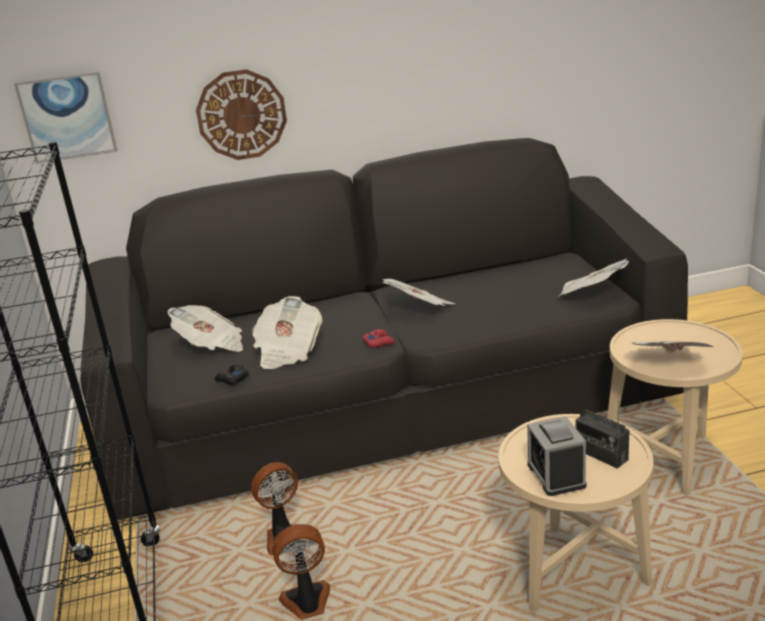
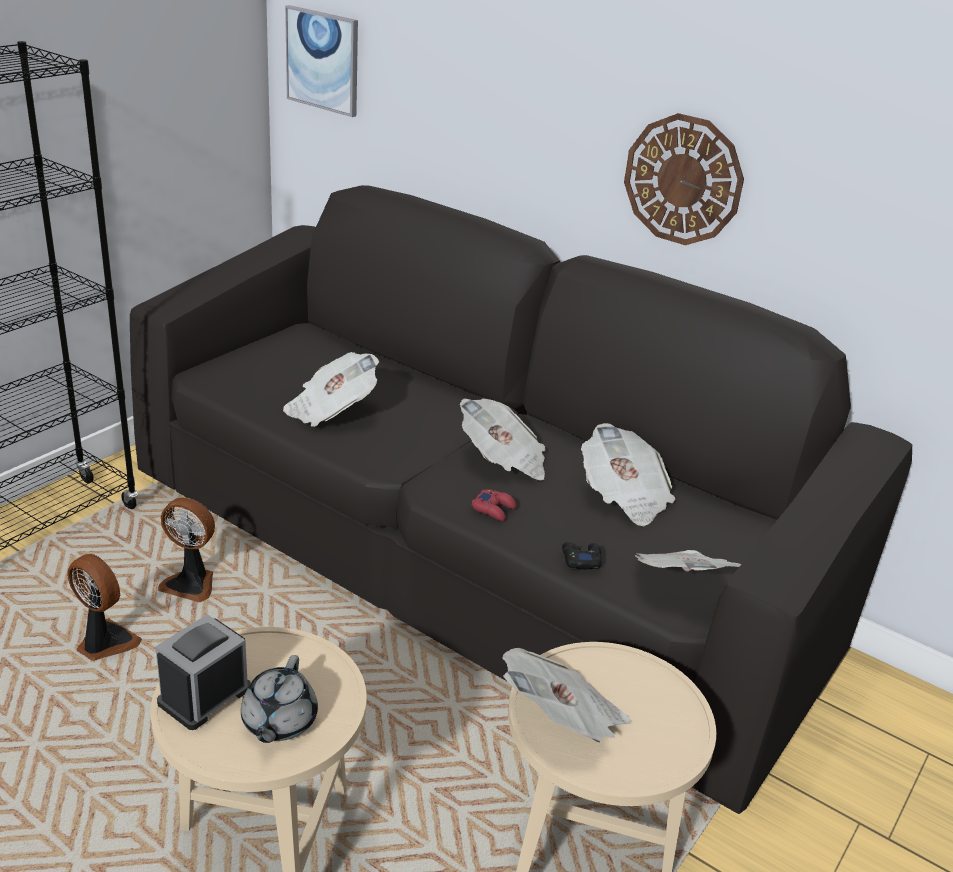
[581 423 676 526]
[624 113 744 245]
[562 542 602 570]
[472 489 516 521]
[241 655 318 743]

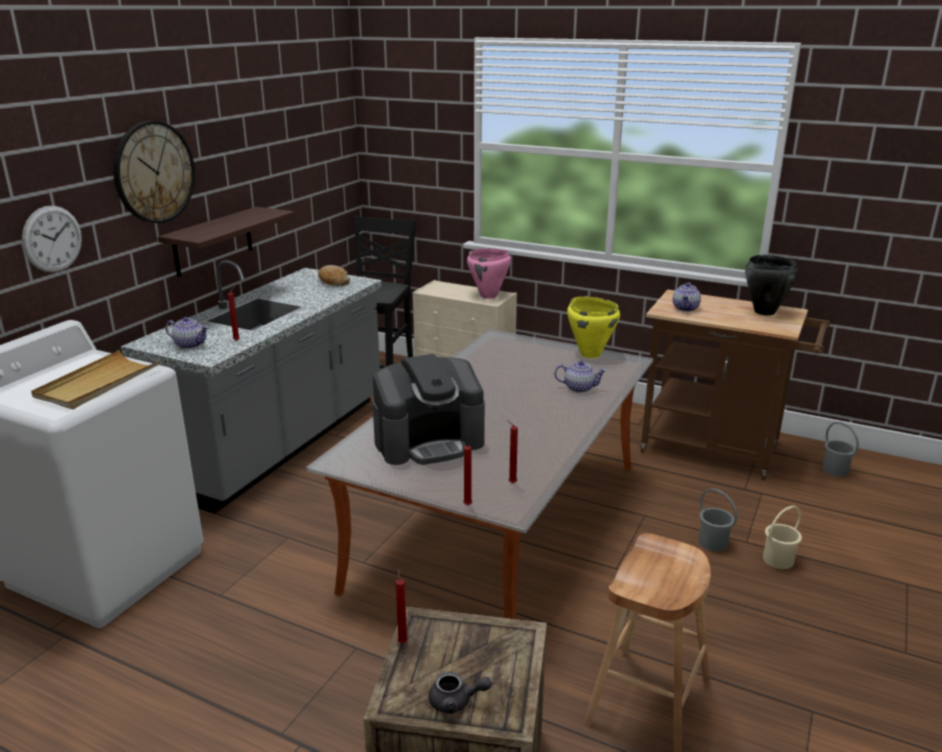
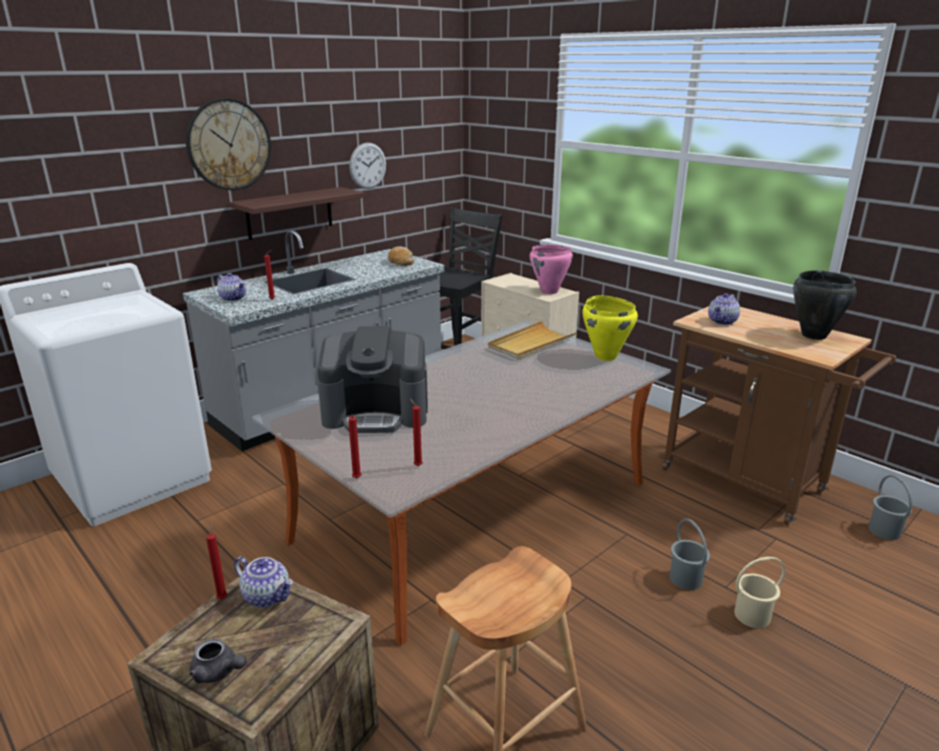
[349 143 386 189]
[488 321 576 360]
[234 556 293 607]

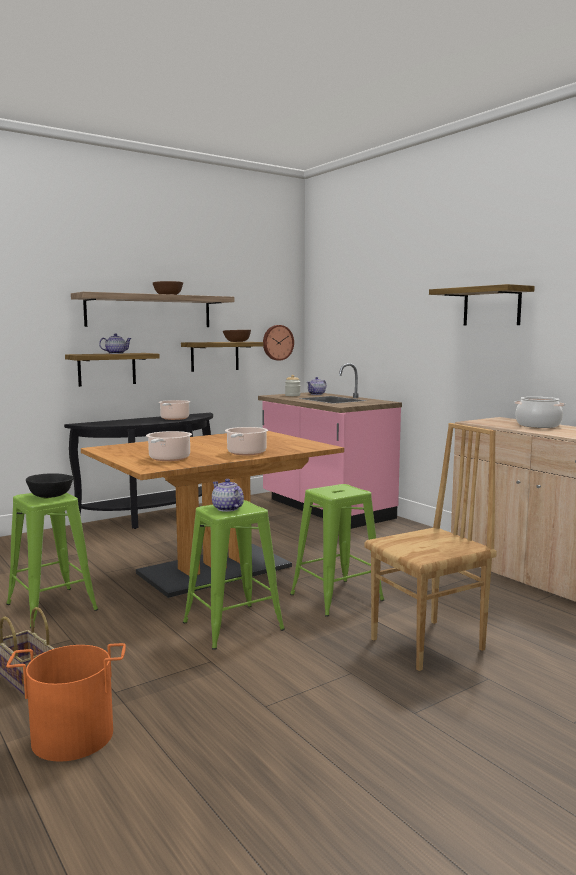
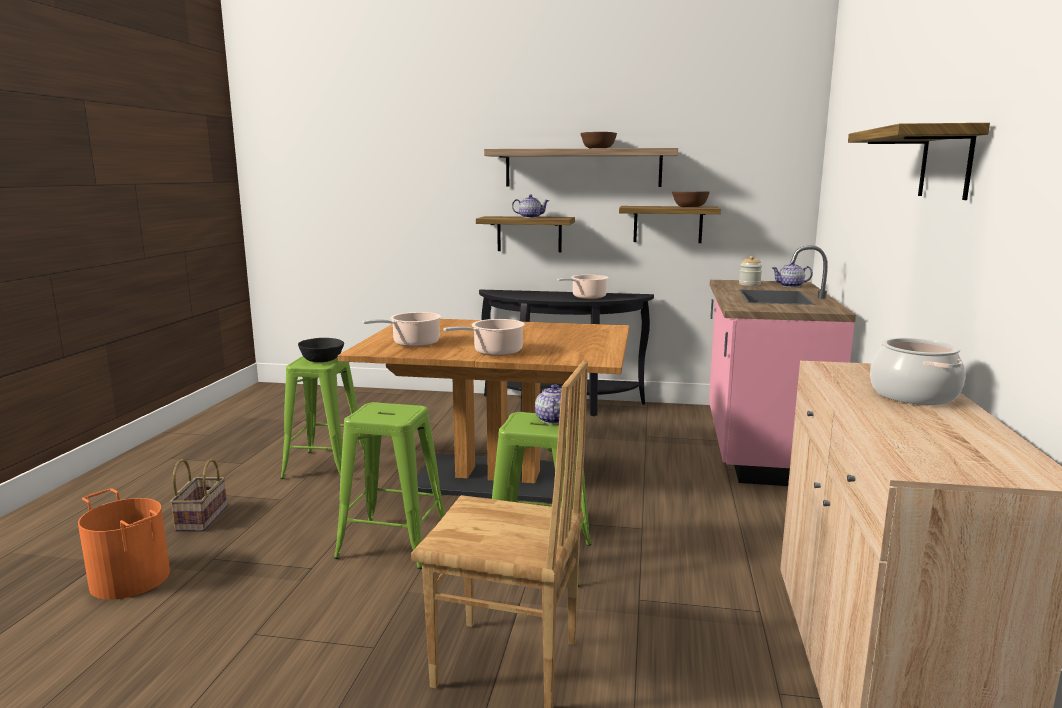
[263 325 294 361] (first image)
[535 384 568 424]

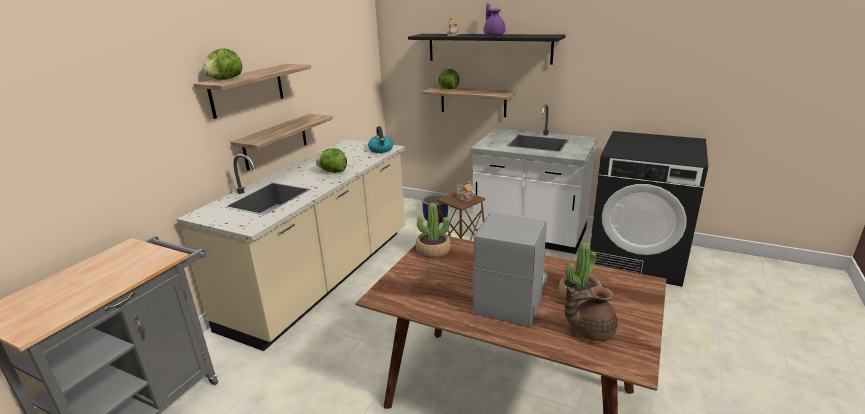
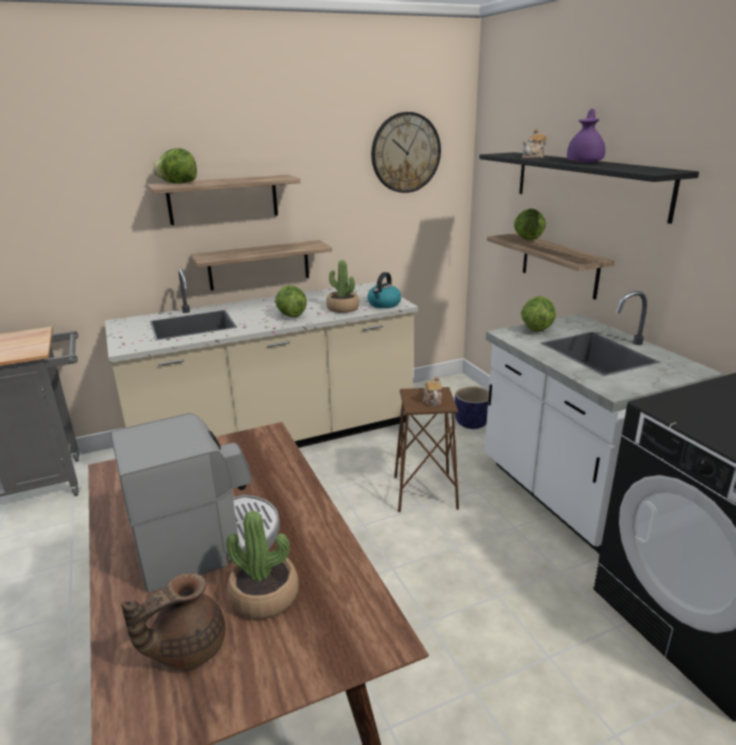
[371 112 441 193]
[521 296 556 332]
[326 260 359 313]
[121 573 225 670]

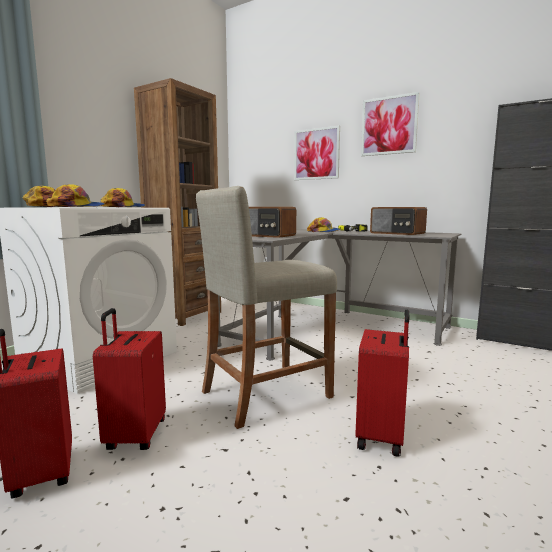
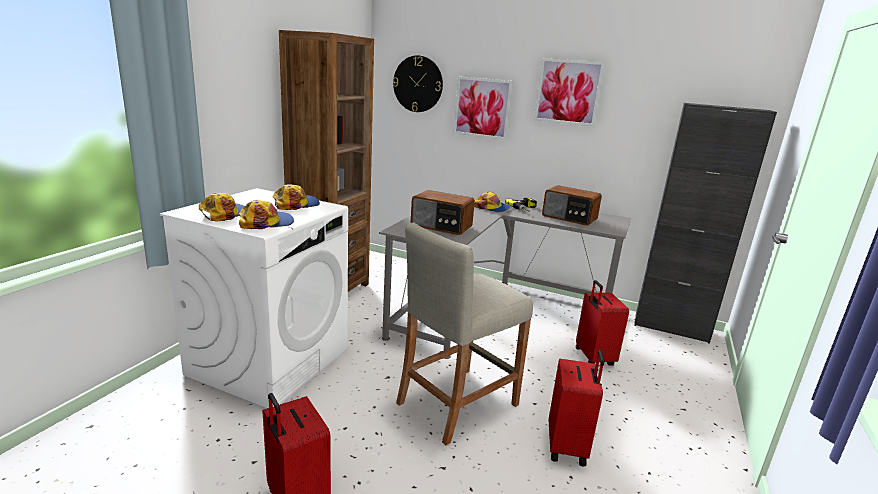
[393 55 443 112]
[576 280 629 366]

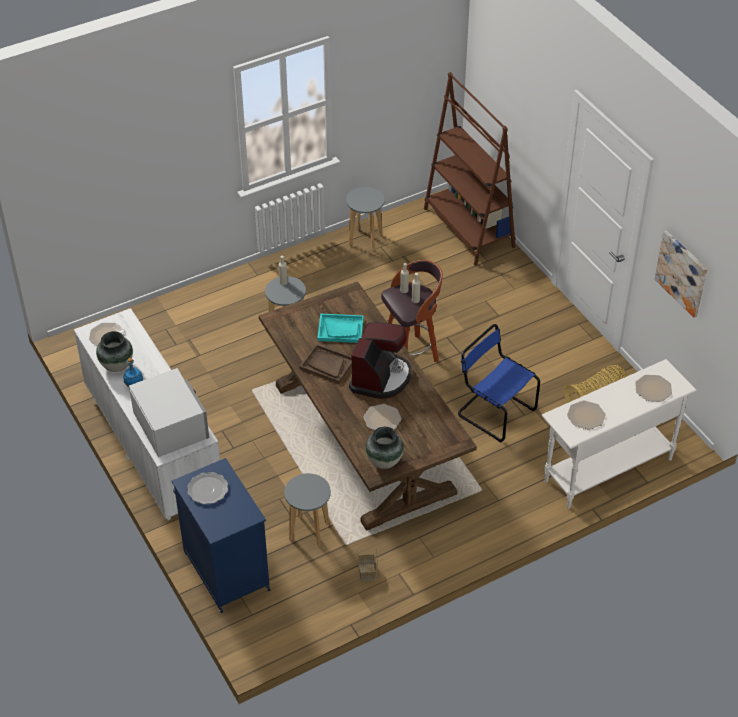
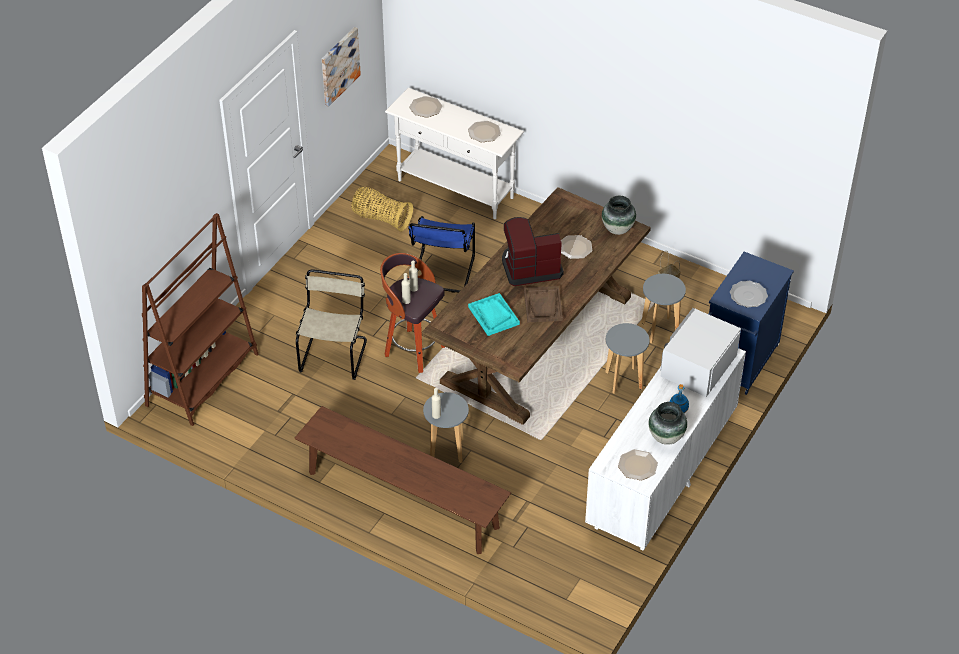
[295 406 511 554]
[296 269 367 380]
[605 323 650 394]

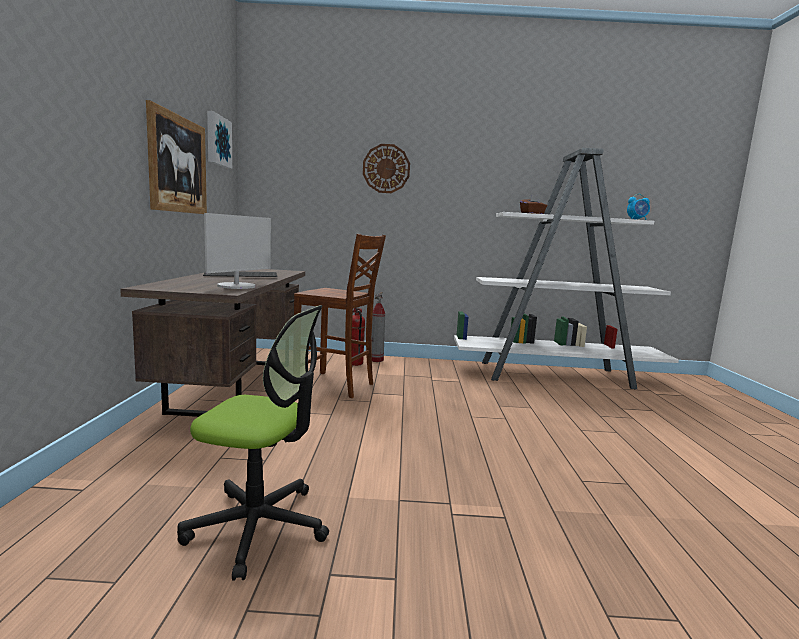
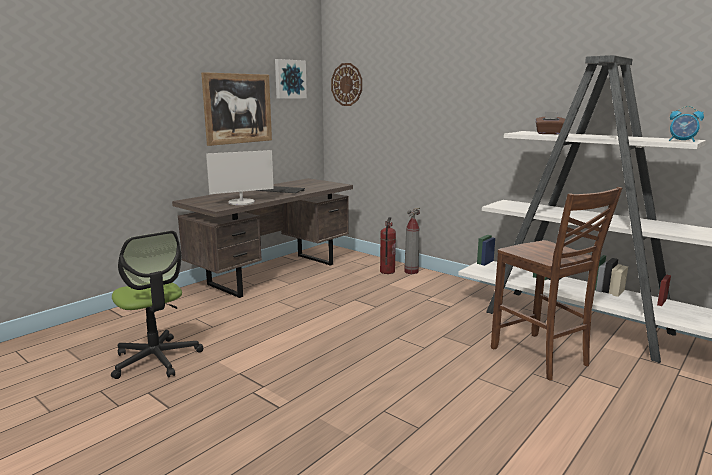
[491 187 622 380]
[331 63 362 106]

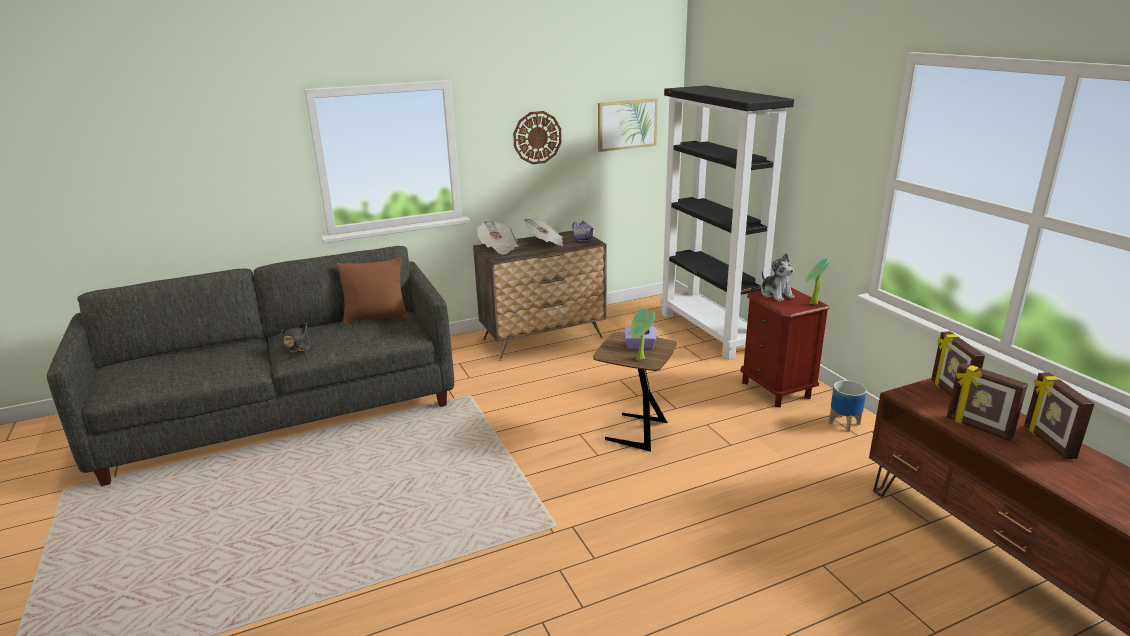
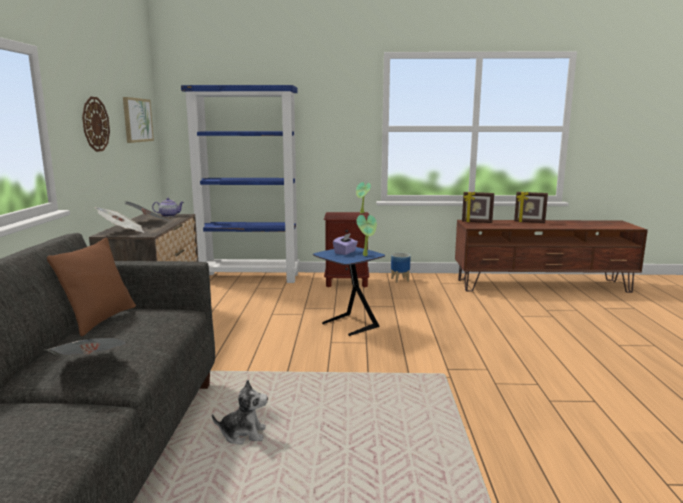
[947 363 1028 441] (first image)
[212 379 268 444]
[46 338 127 355]
[313 247 385 336]
[181 85 300 283]

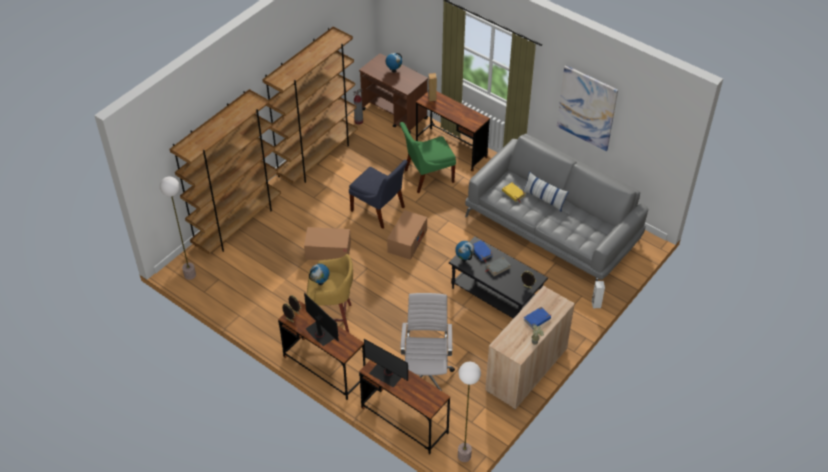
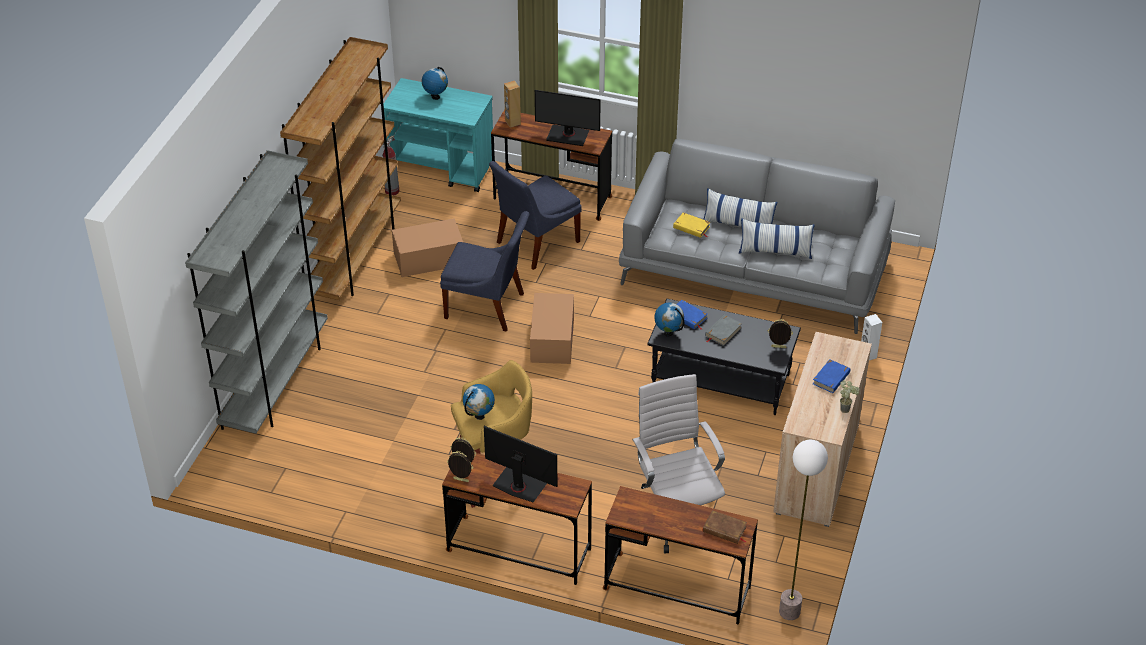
[160 177 196 280] (first image)
[557 65 618 151] (first image)
[703 510 747 544]
[739 218 815 259]
[392 218 463 277]
[535 90 601 146]
[185 150 328 434]
[383 78 493 192]
[489 161 582 270]

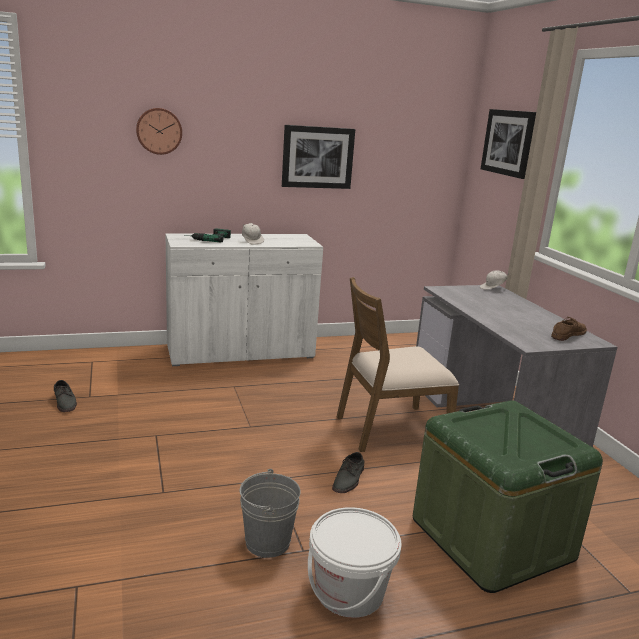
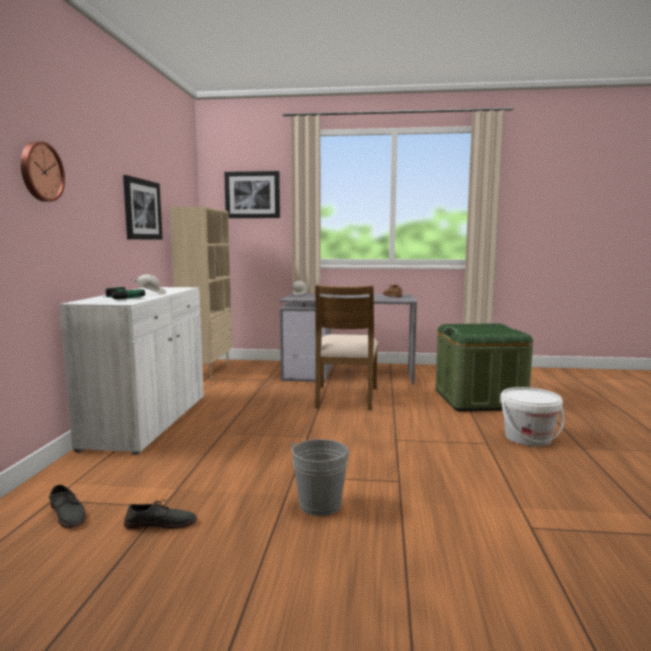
[170 207 233 380]
[289 439 350 516]
[49 485 86 528]

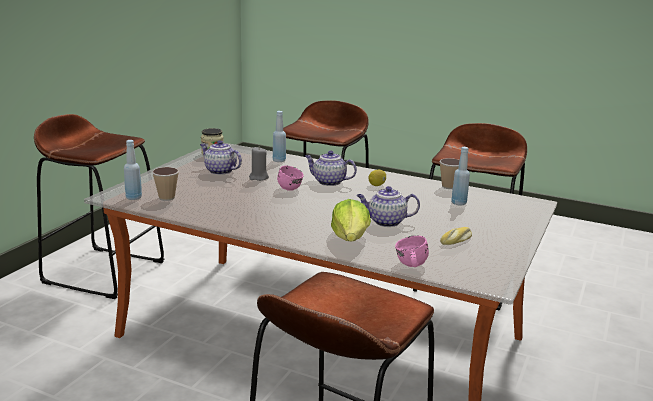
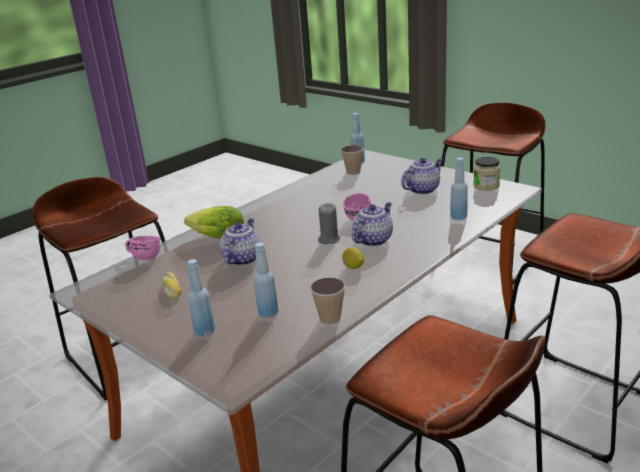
[187 259 215 337]
[318 203 340 244]

